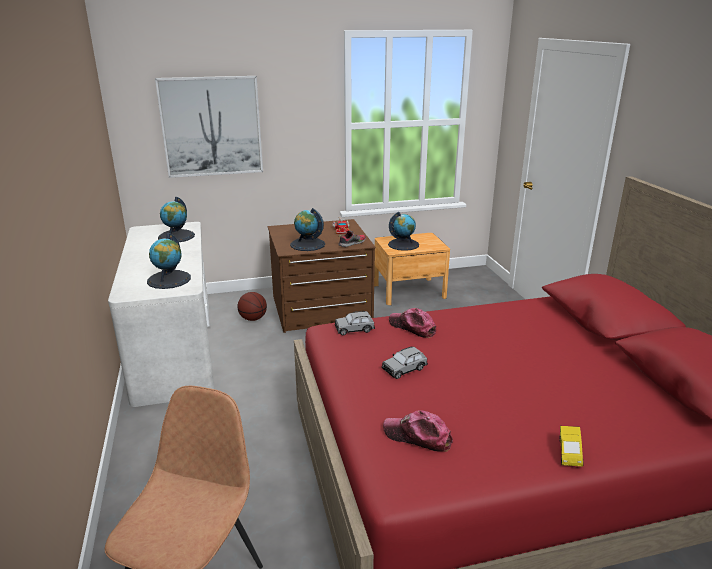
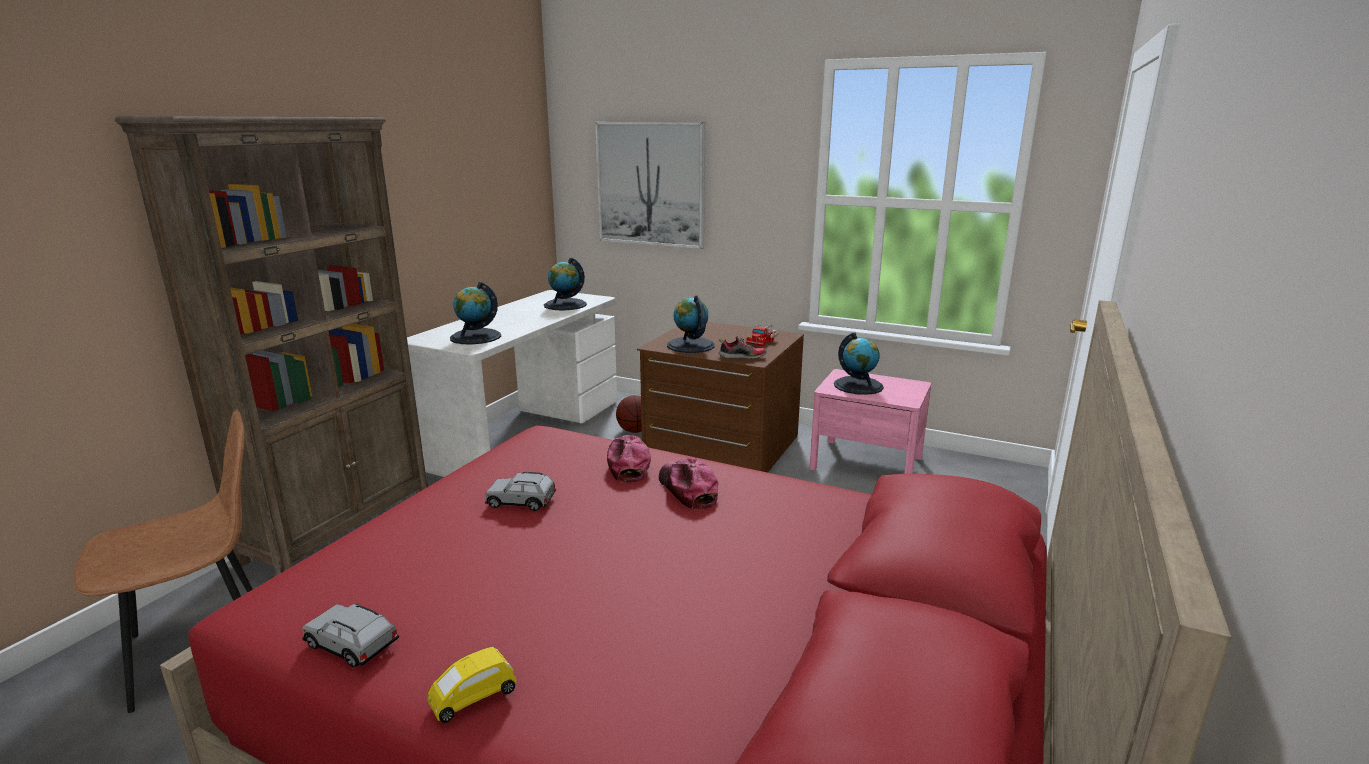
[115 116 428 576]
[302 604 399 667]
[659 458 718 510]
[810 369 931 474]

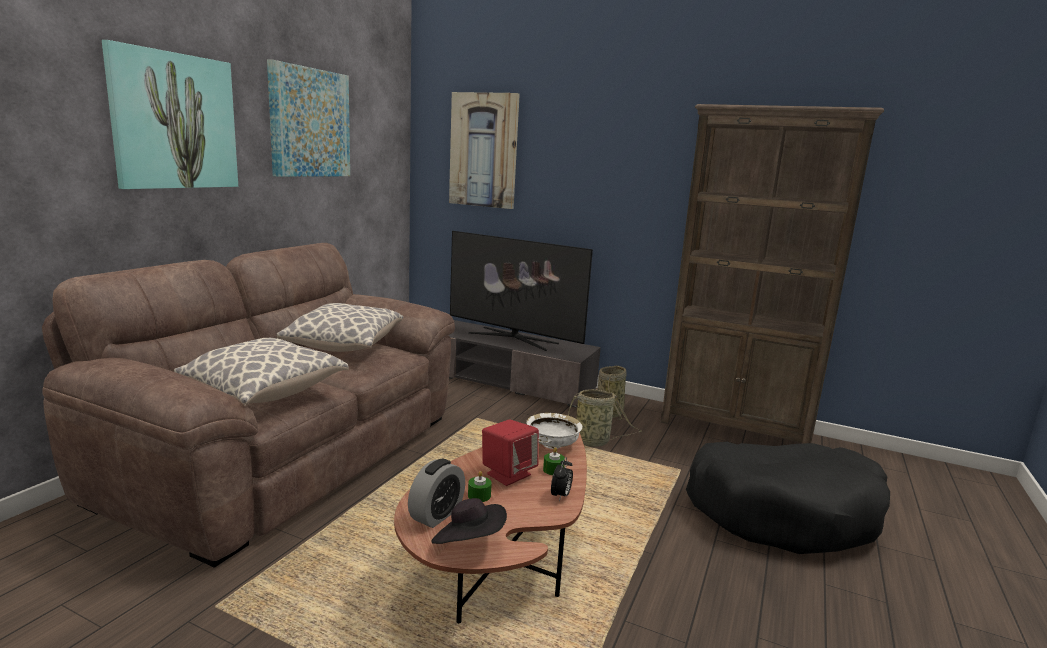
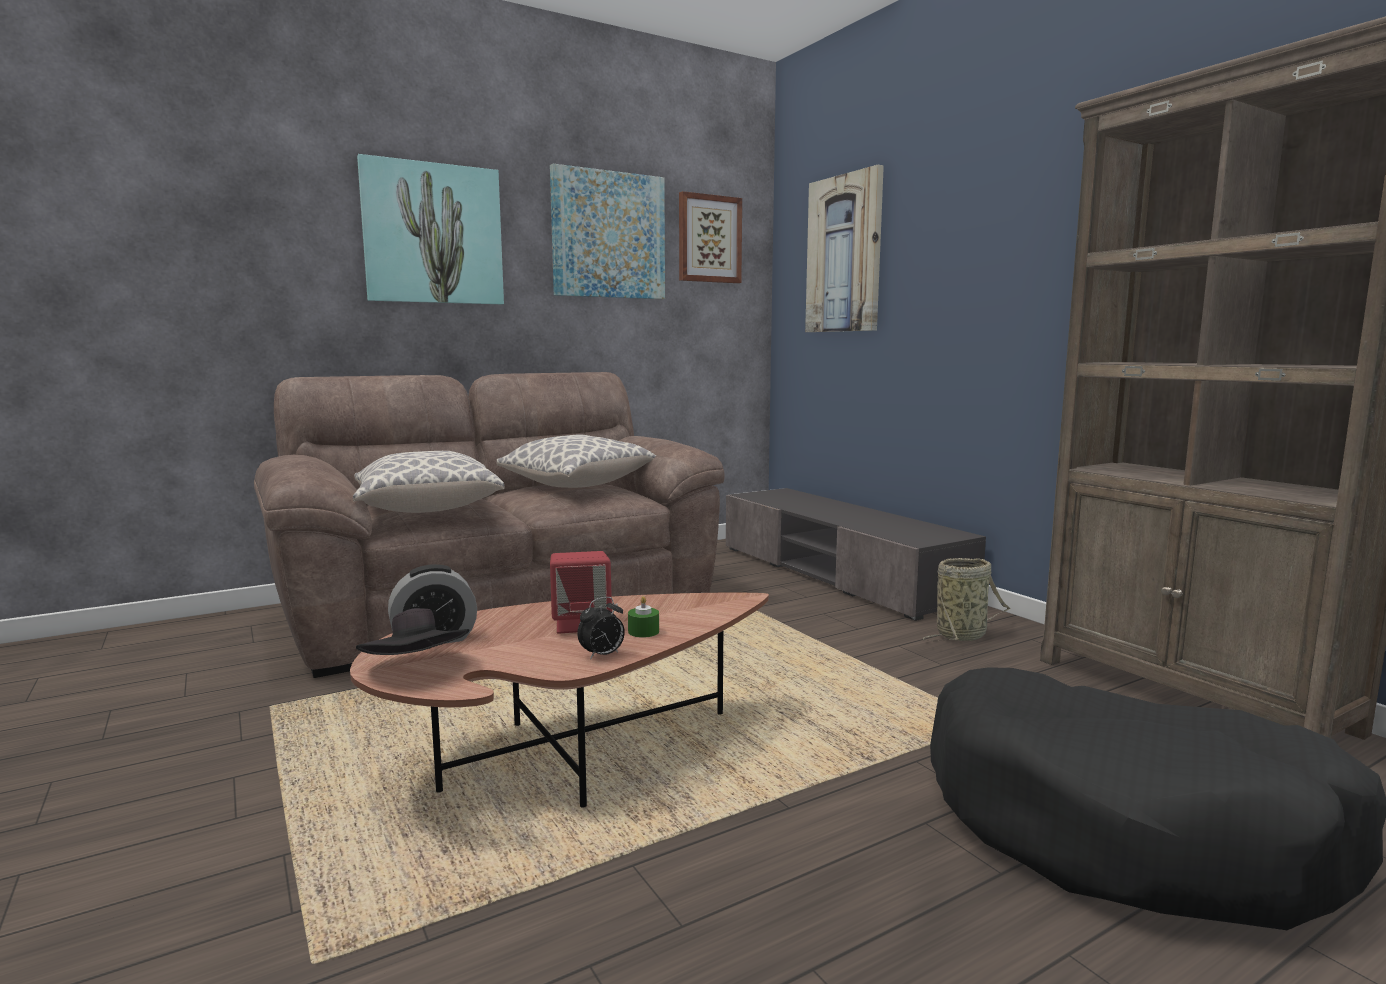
[450 231 593 351] (first image)
[468 471 492 502] (first image)
[526 413 583 449] (first image)
[568 389 642 447] (first image)
[679 191 742 283]

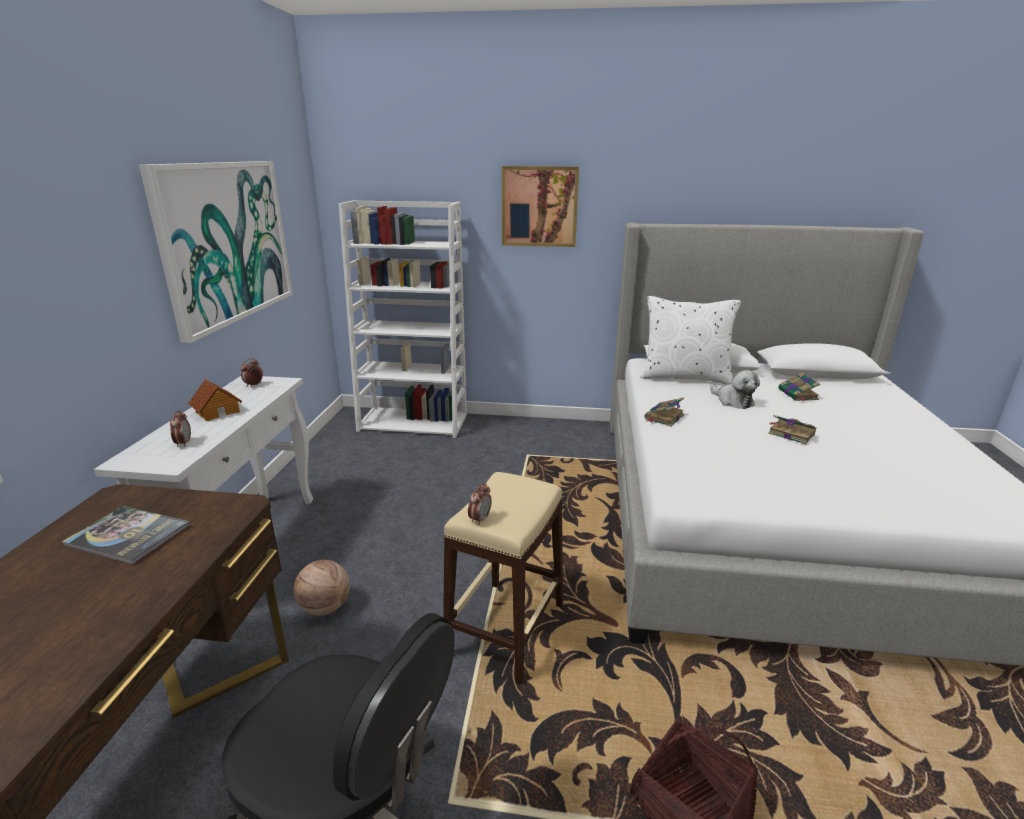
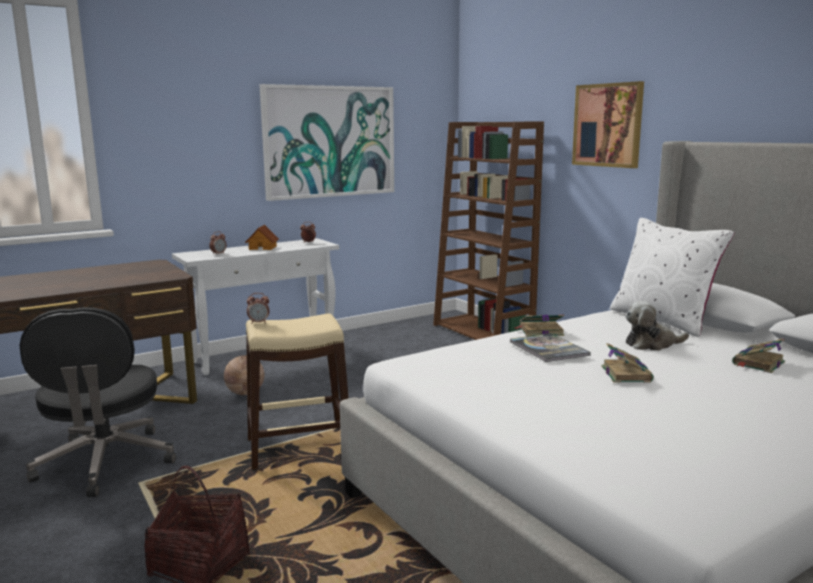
[510 333 591 362]
[433 122 544 340]
[625 301 689 351]

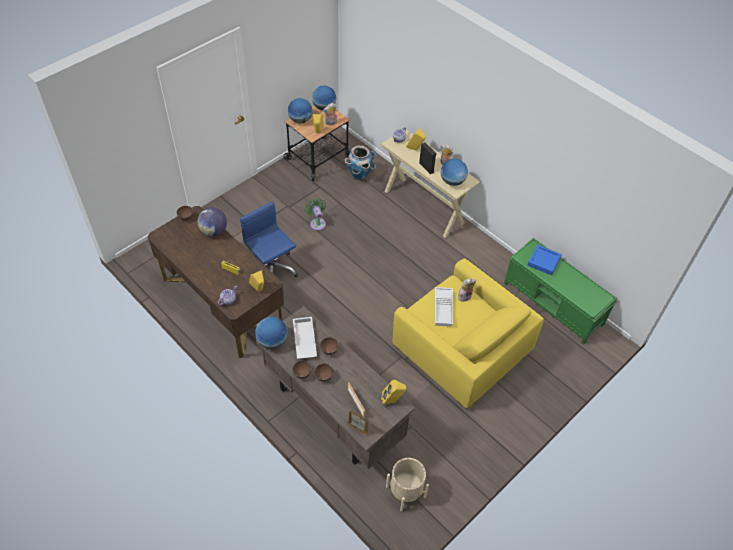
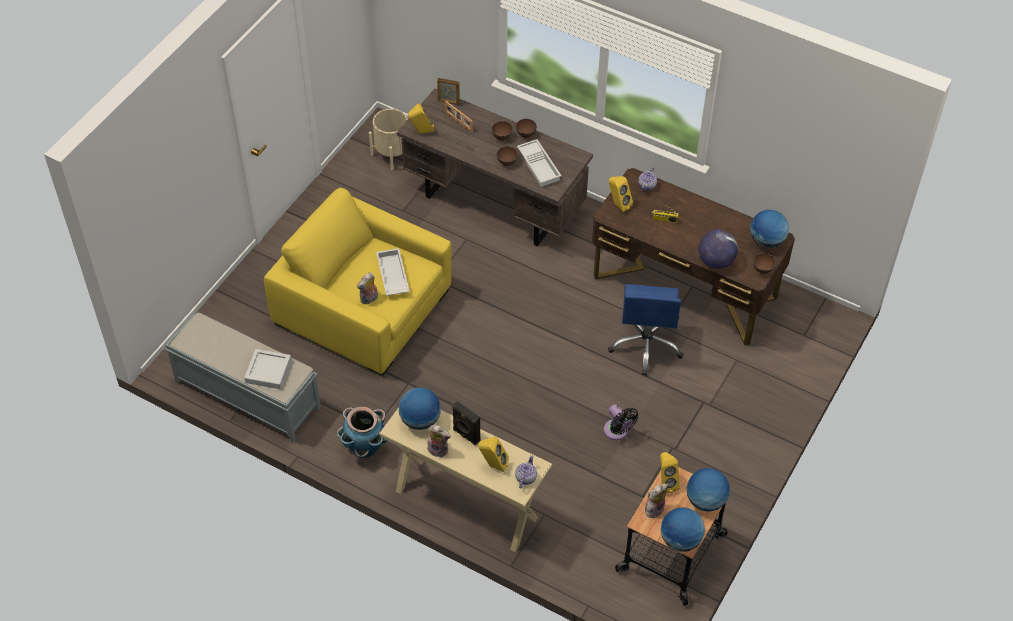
[750 210 789 248]
[337 407 387 458]
[604 404 639 440]
[165 313 321 442]
[244 349 291 389]
[608 284 684 376]

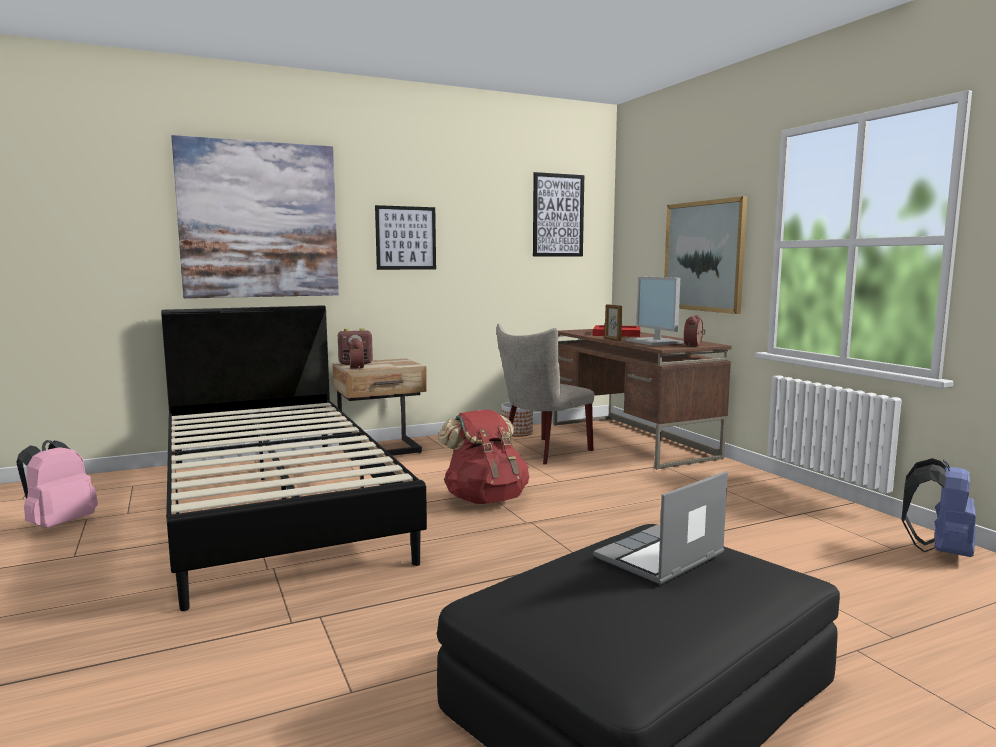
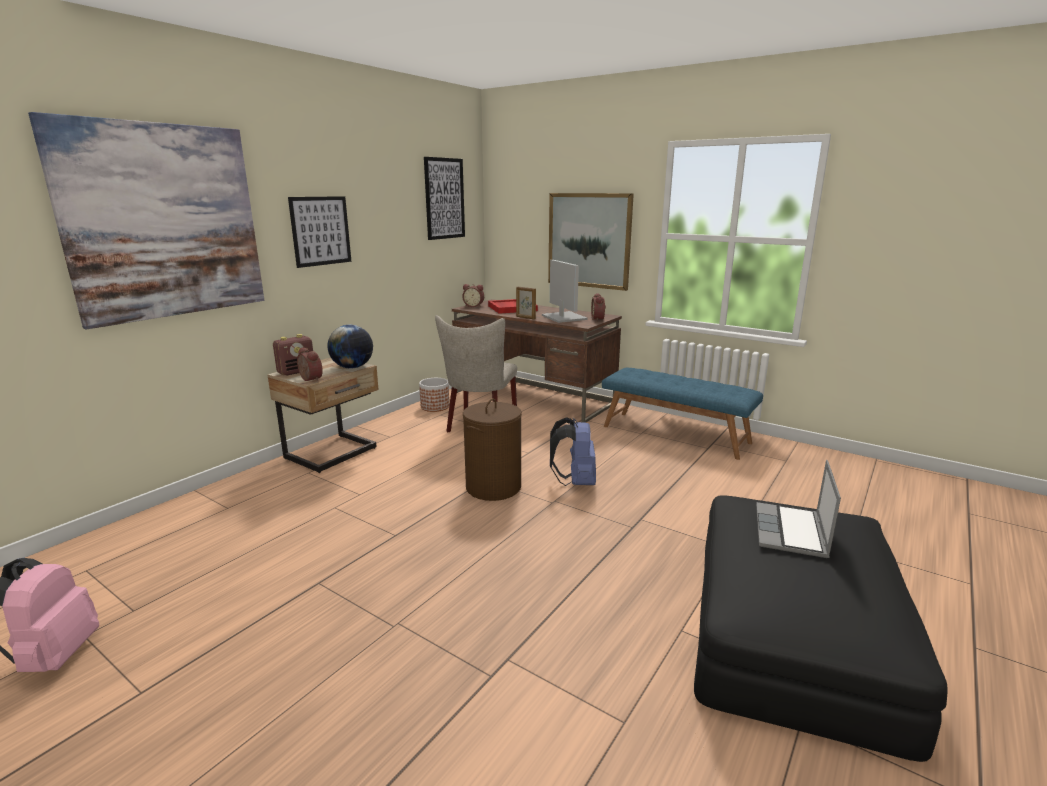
[161 305 427 611] (first image)
[327 324 373 368]
[462 284 484 307]
[602 368 763 460]
[550 417 596 486]
[463 399 522 501]
[542 260 588 323]

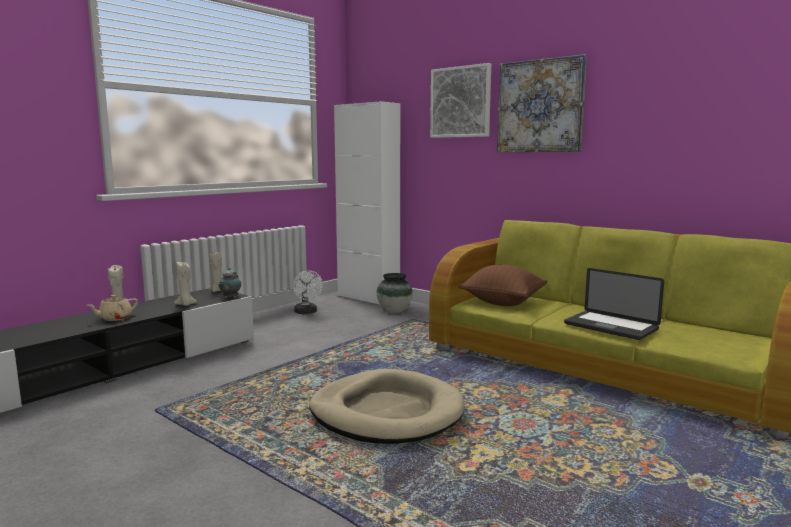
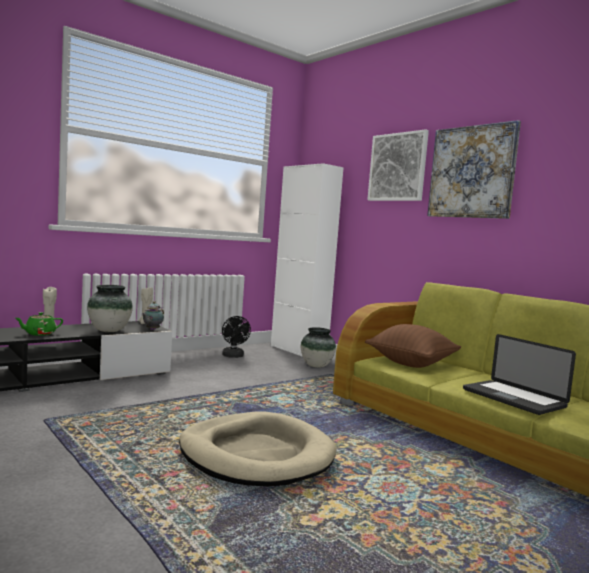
[87 285 133 332]
[15 312 63 336]
[222 316 251 358]

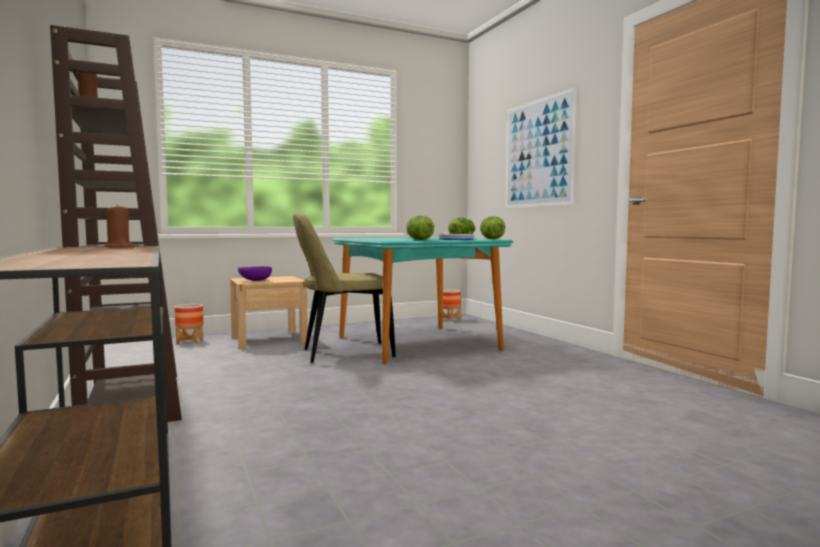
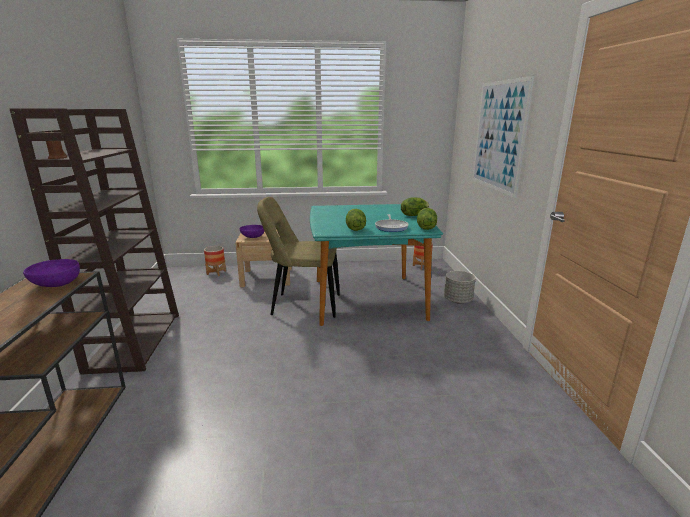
[444 271 476 304]
[23 259 80 287]

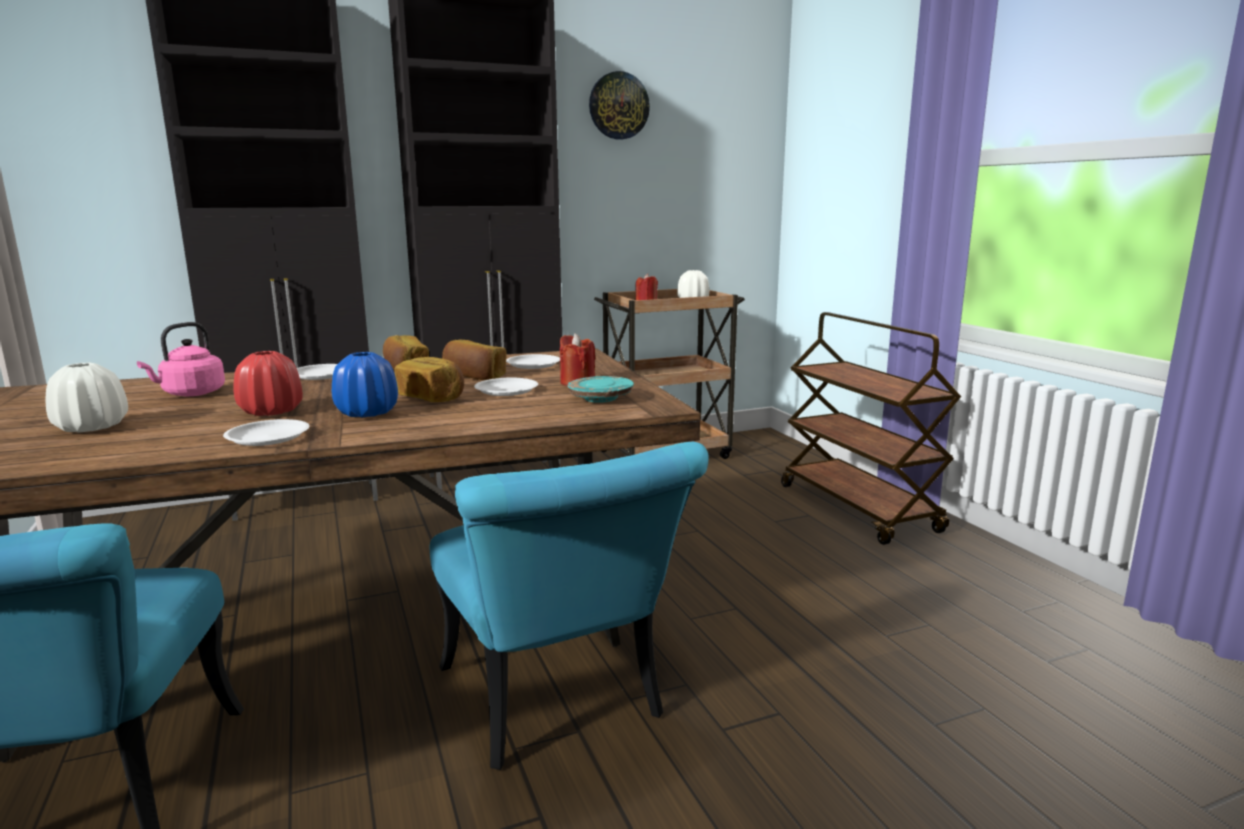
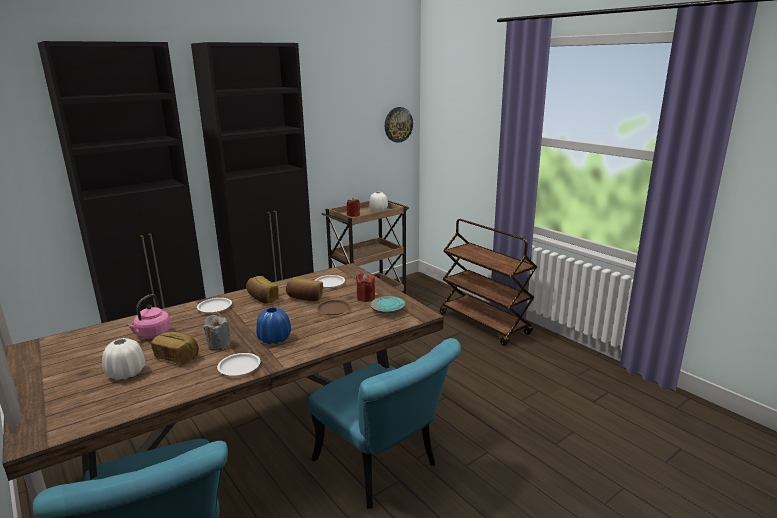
[151 332 199 365]
[385 107 413 143]
[203 315 231 351]
[316 299 351 315]

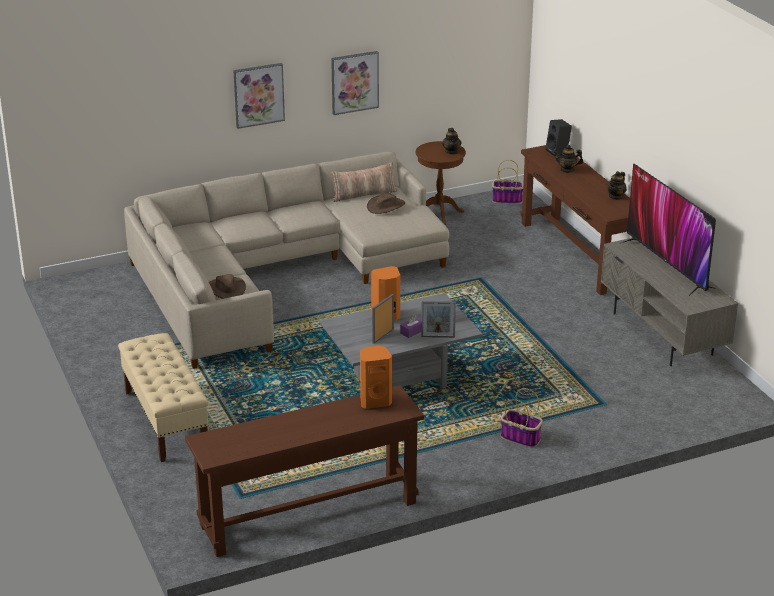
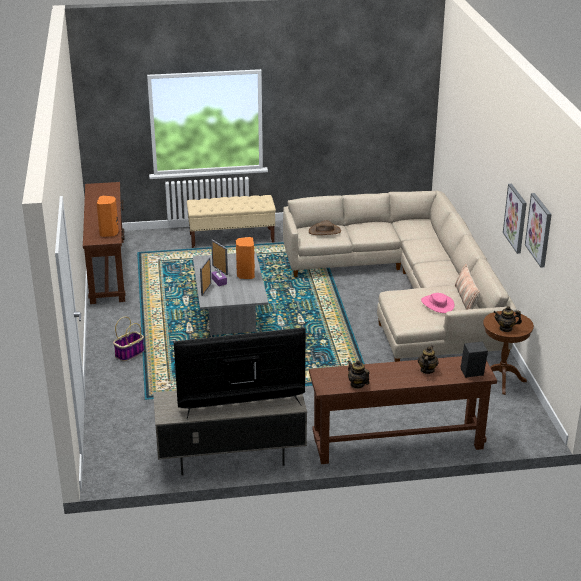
[492 160 523 204] (first image)
[525 193 552 268]
[421 293 454 313]

